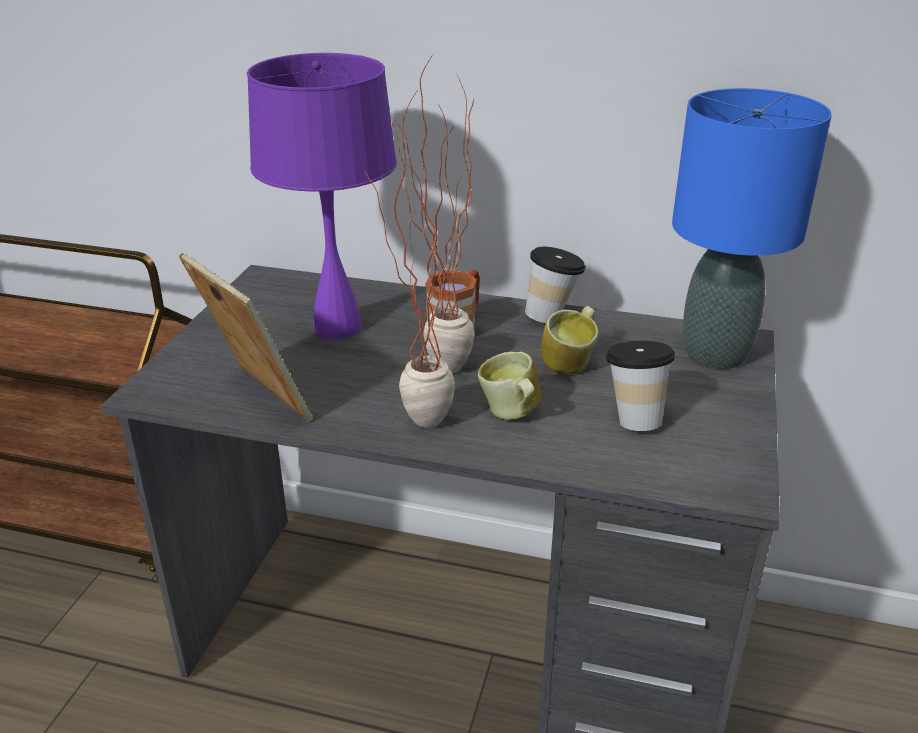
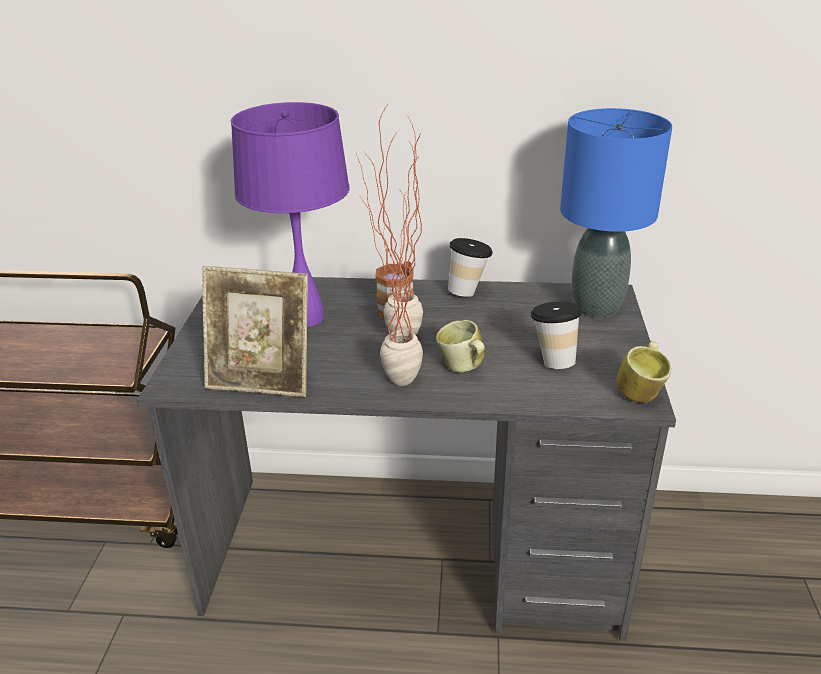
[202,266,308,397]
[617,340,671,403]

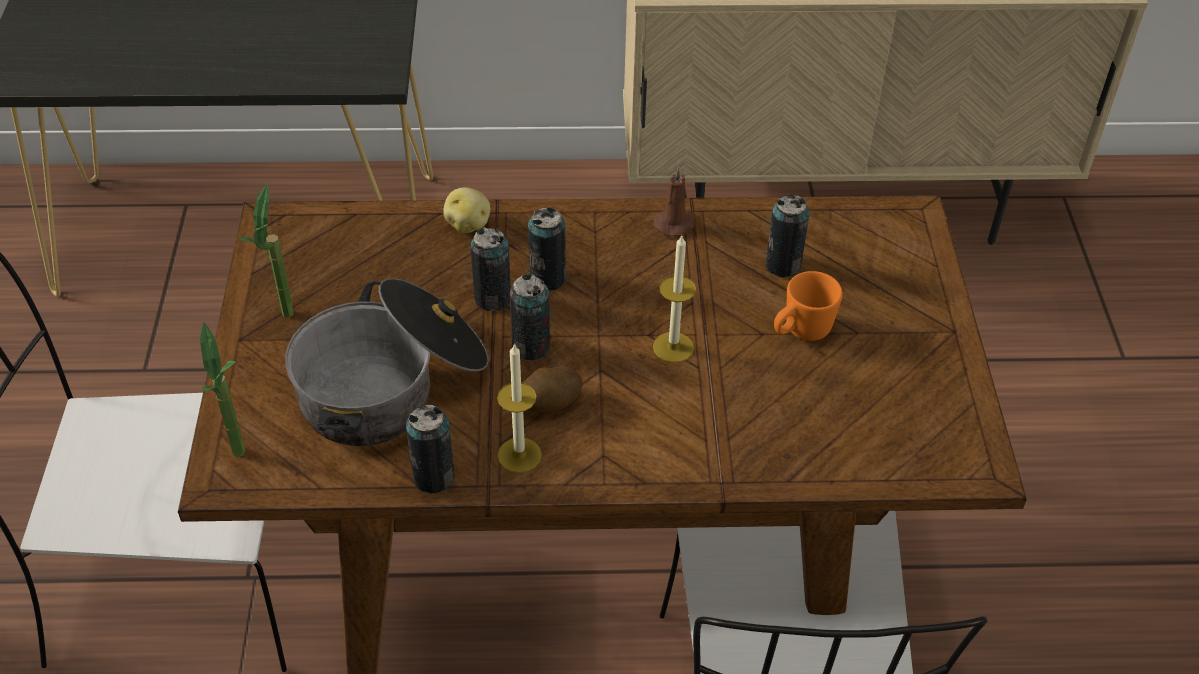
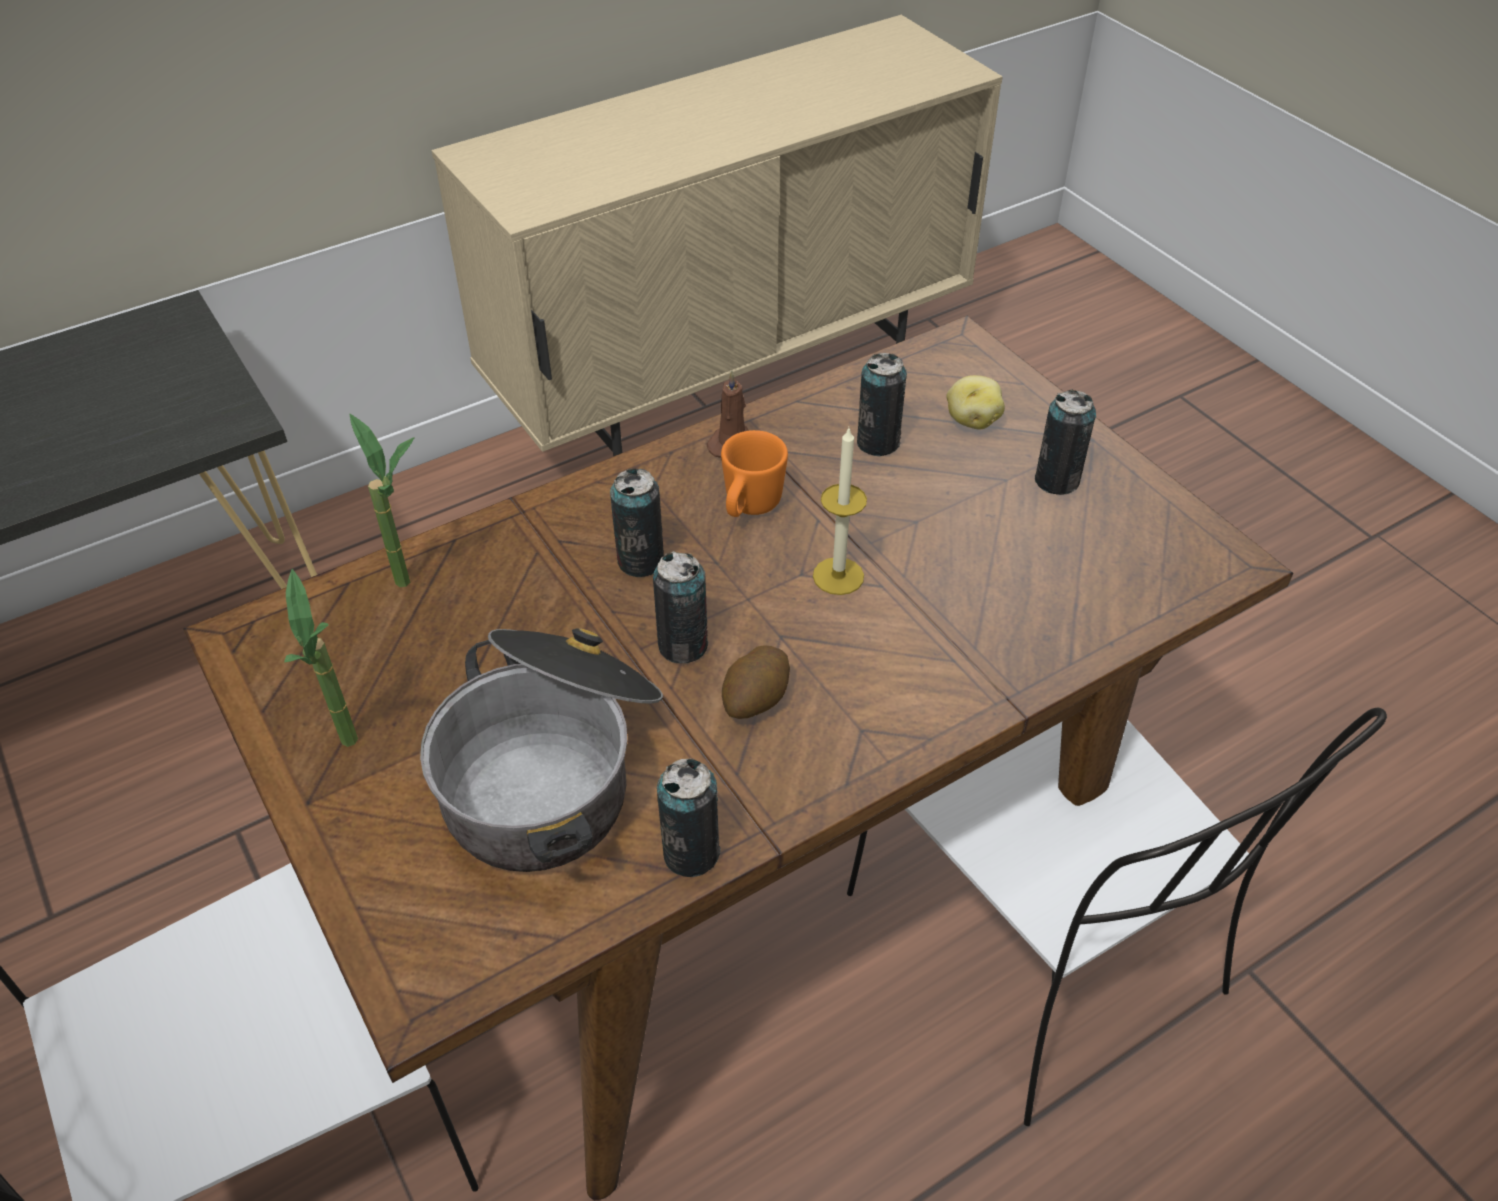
[349,414,415,587]
[721,430,788,517]
[946,375,1005,429]
[1035,389,1096,495]
[497,343,542,473] (first image)

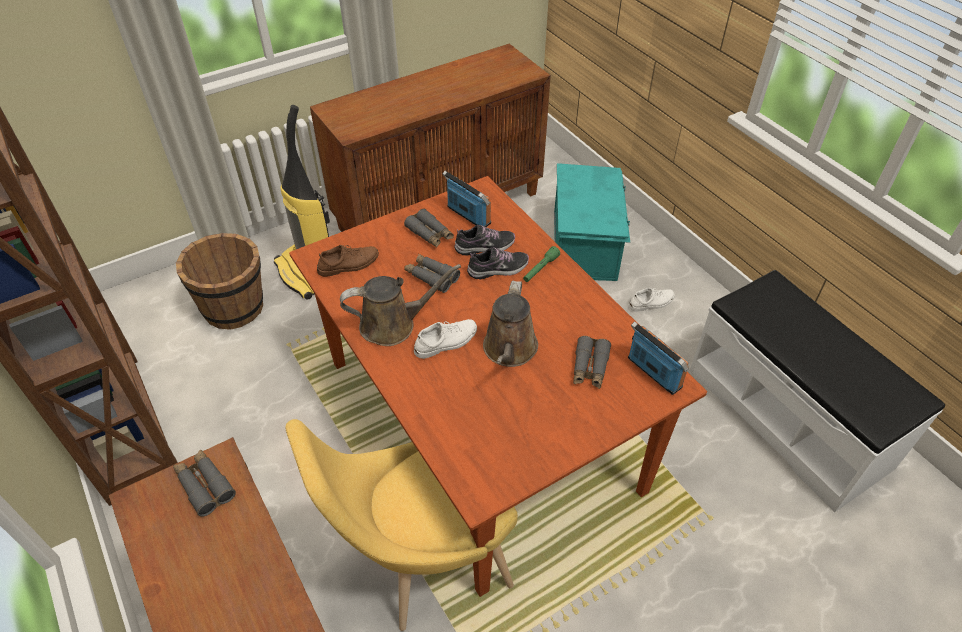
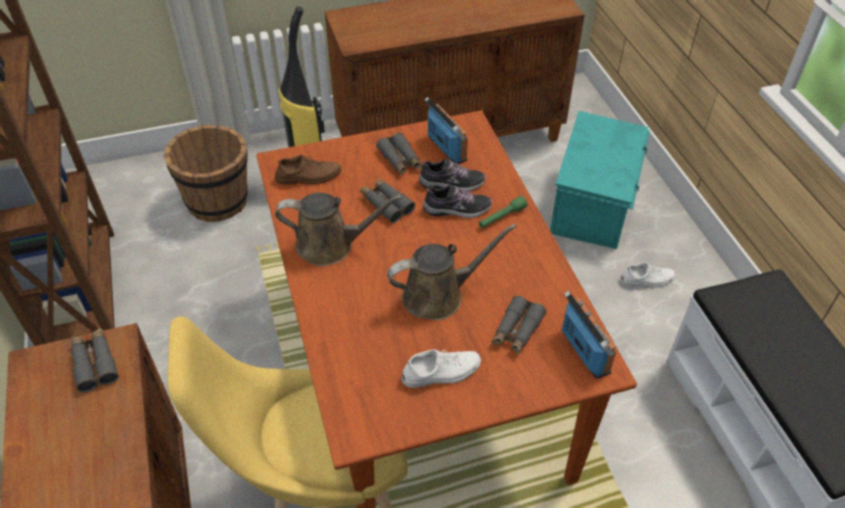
[387,224,517,320]
[402,349,481,388]

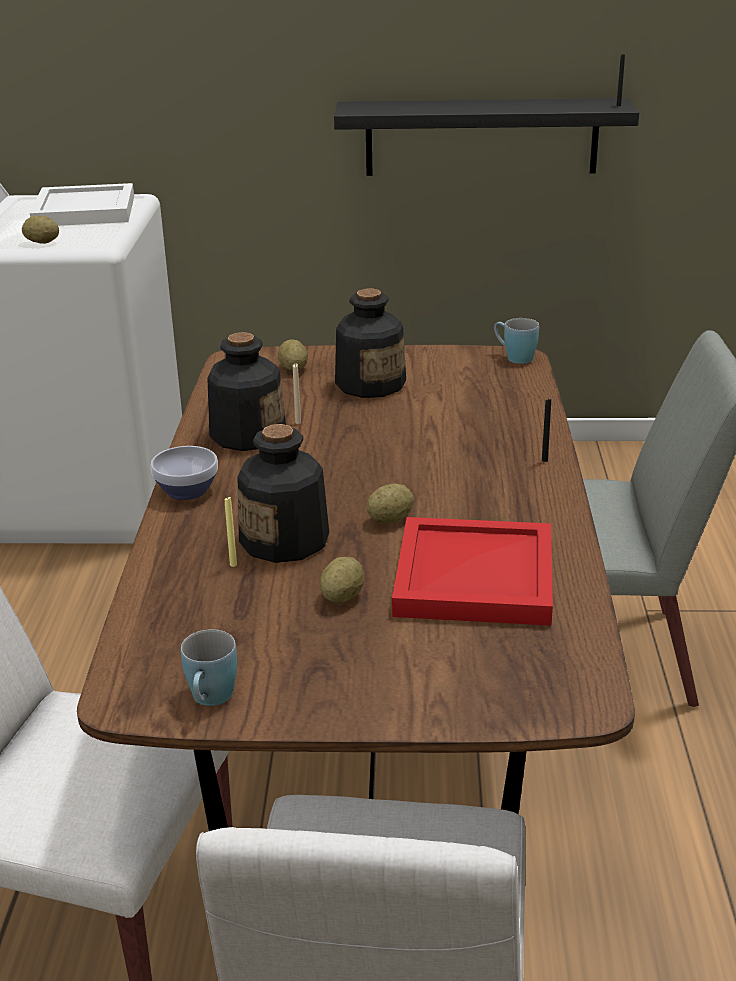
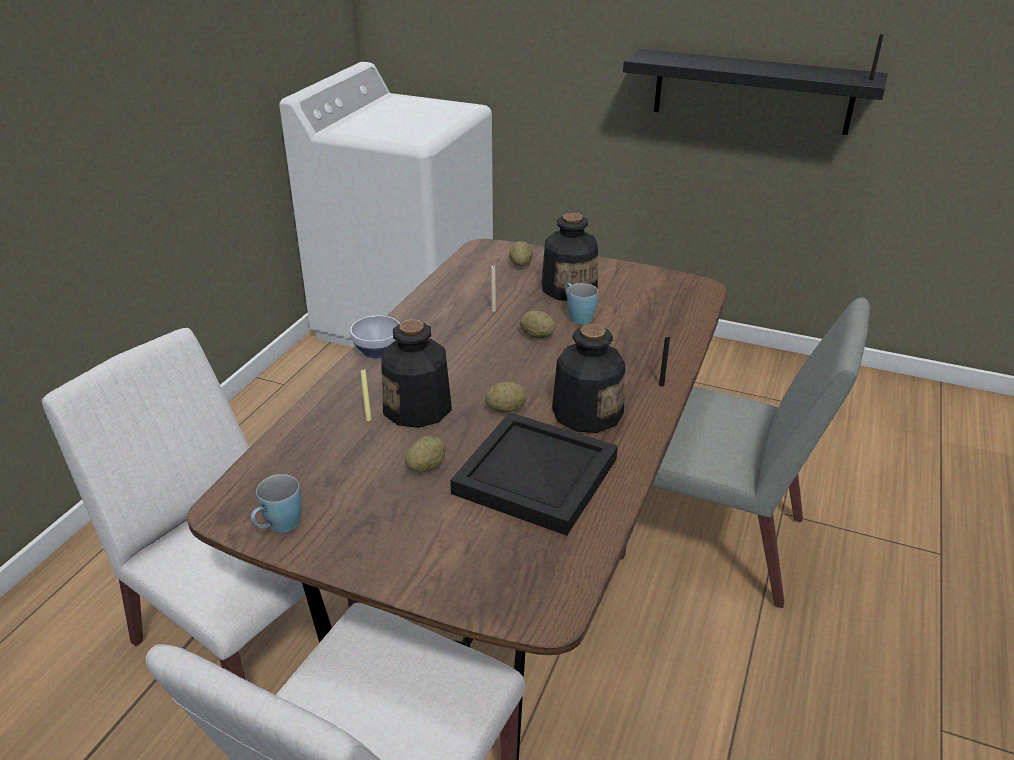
[450,412,618,536]
[520,311,555,338]
[552,324,625,433]
[565,283,598,325]
[30,183,134,226] (first image)

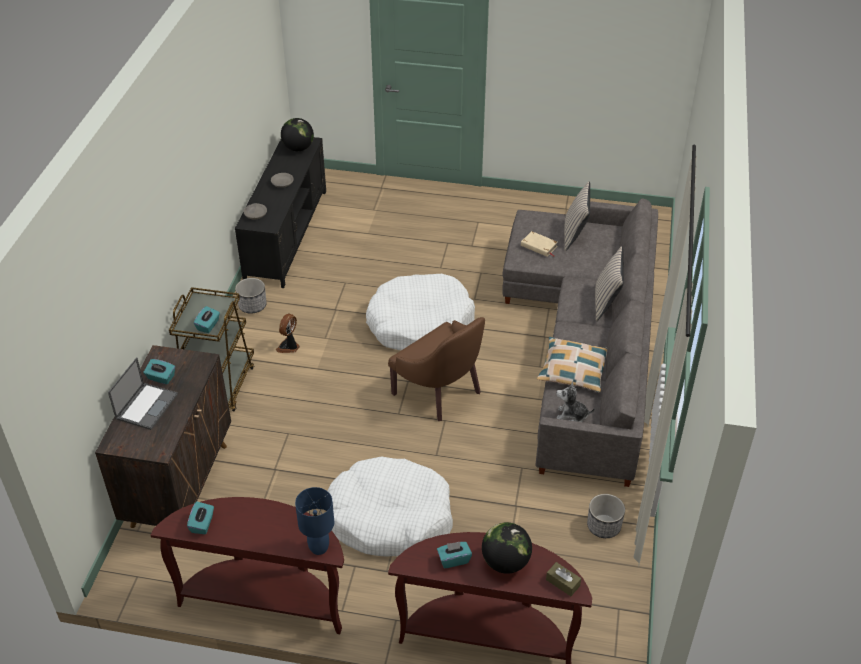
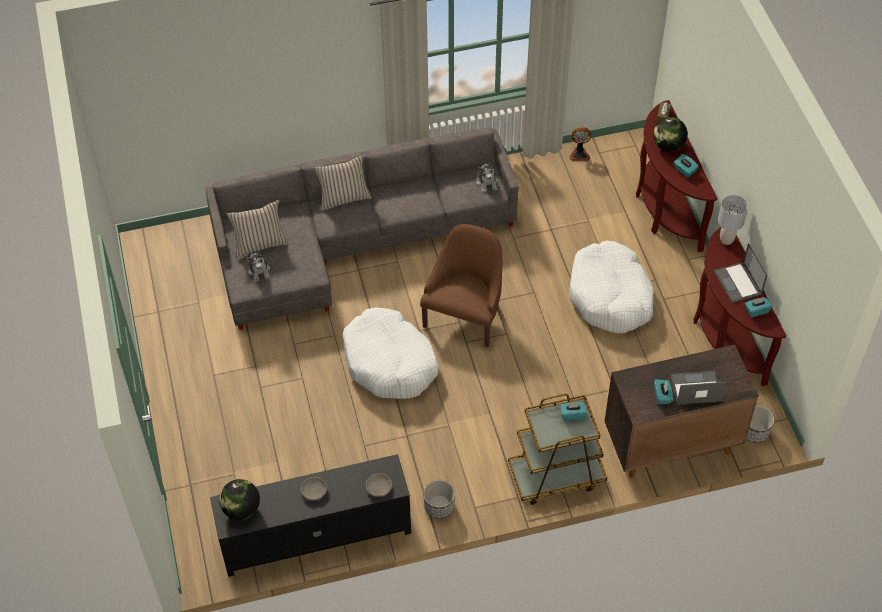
[246,250,270,282]
[569,127,591,161]
[714,243,767,303]
[718,195,748,245]
[746,405,774,443]
[521,231,558,257] (first image)
[537,337,607,393] (first image)

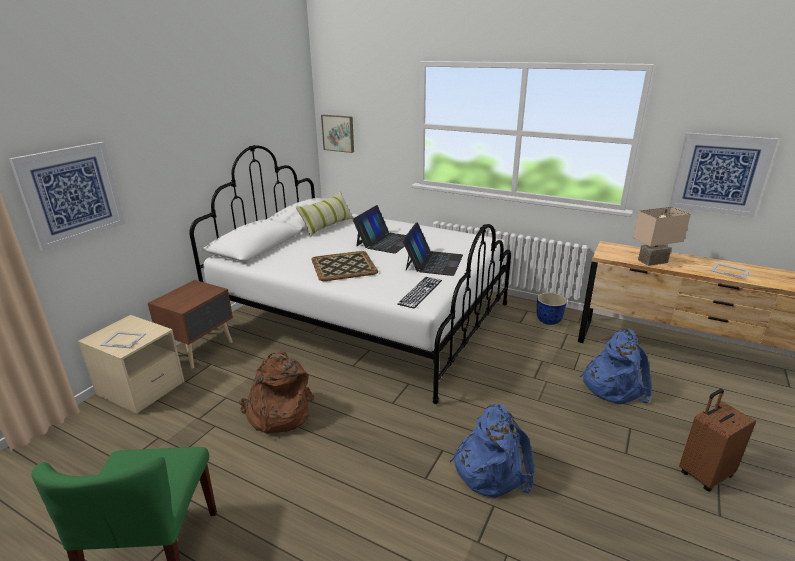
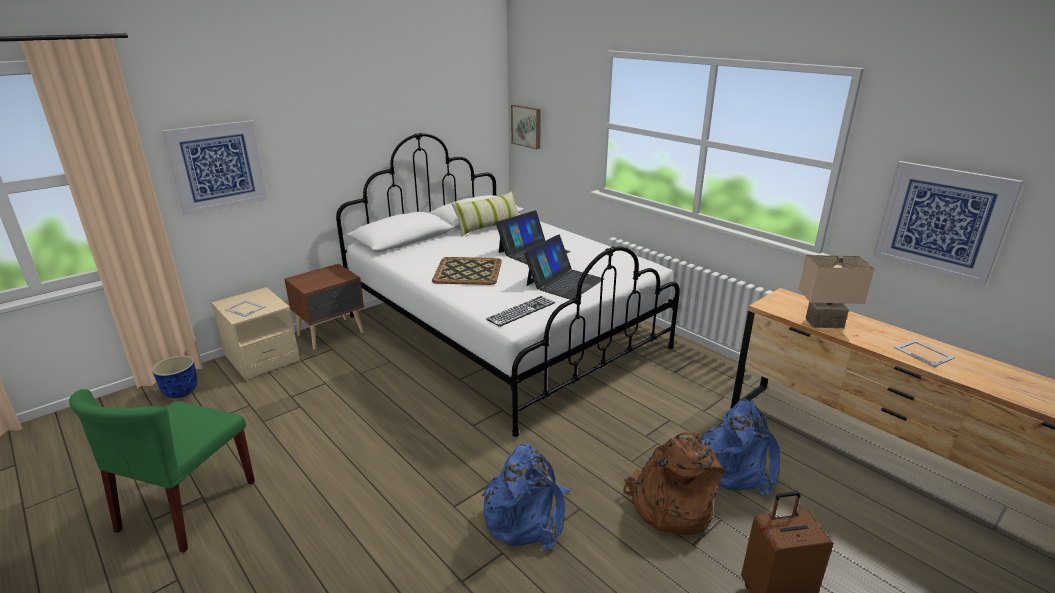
[152,355,197,398]
[624,432,724,535]

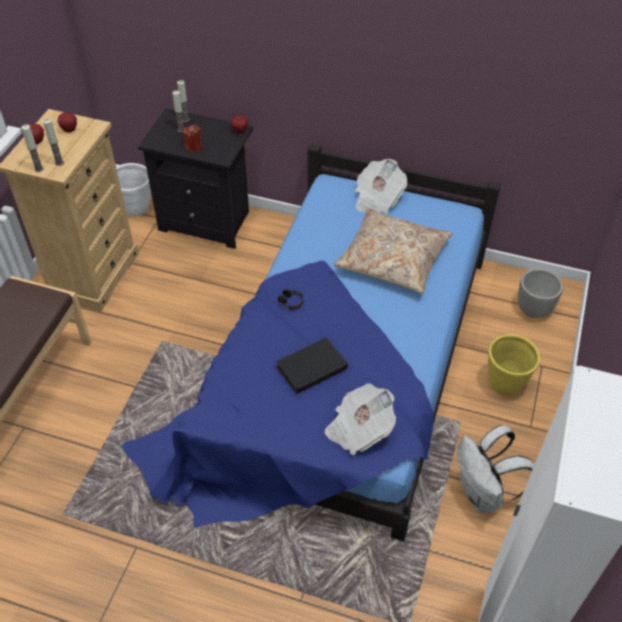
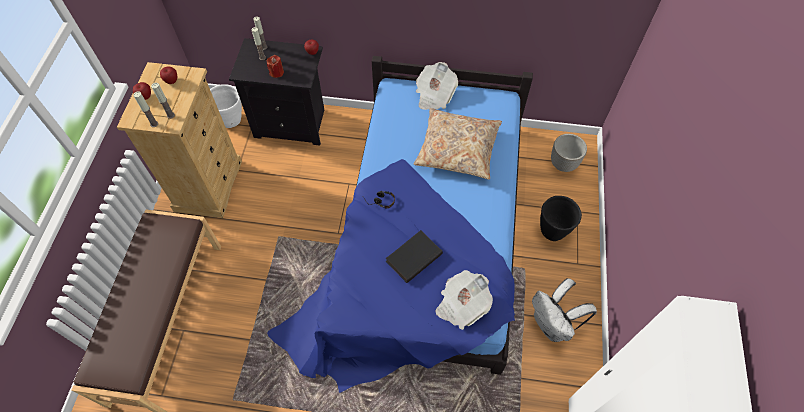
[540,196,582,241]

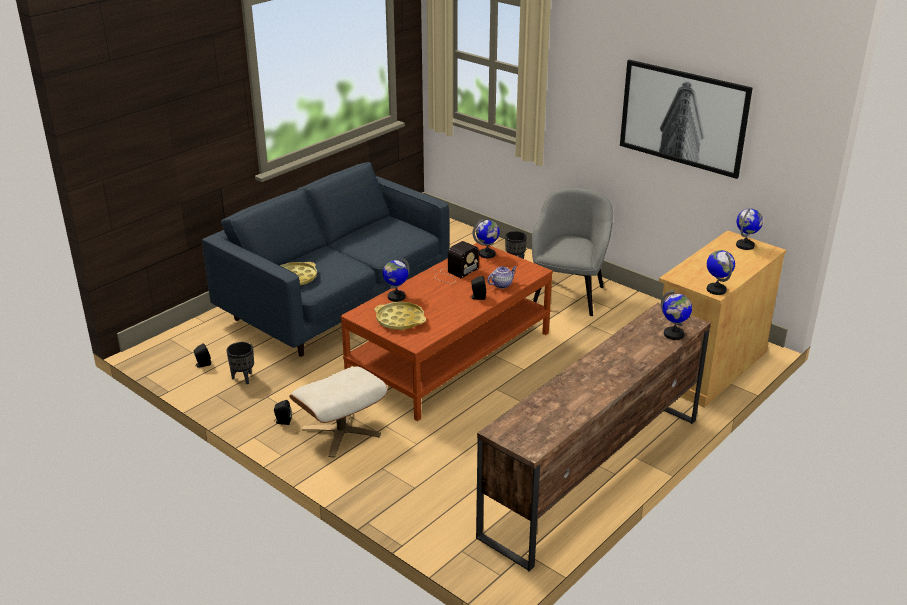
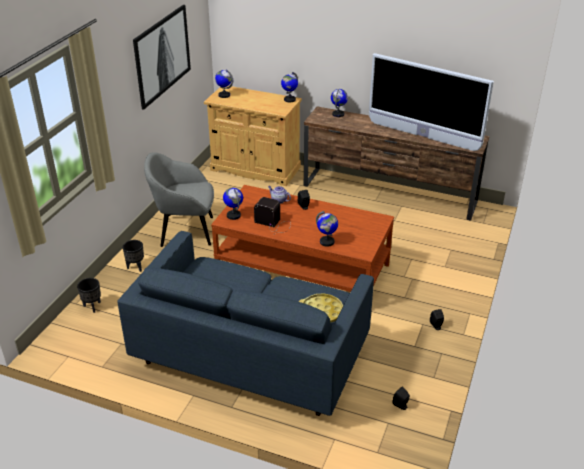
[77,278,101,313]
[369,53,494,151]
[289,366,388,458] (first image)
[374,302,426,330] (first image)

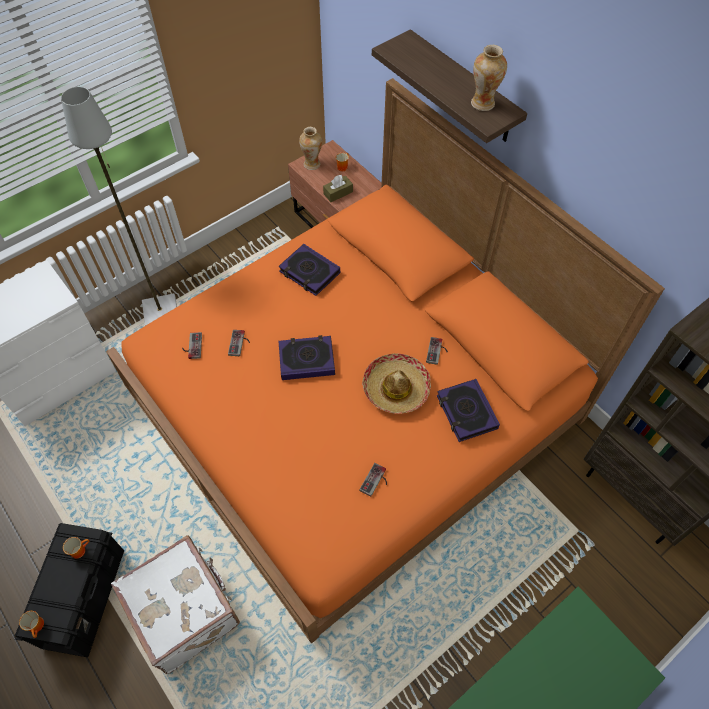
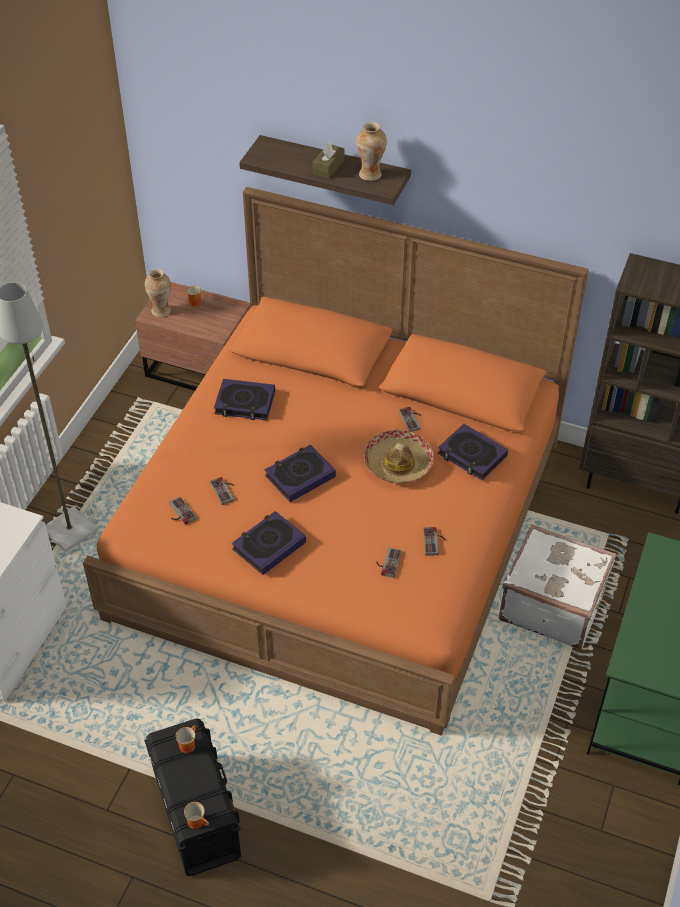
[232,511,306,575]
[313,141,345,178]
[376,548,401,578]
[499,524,616,650]

